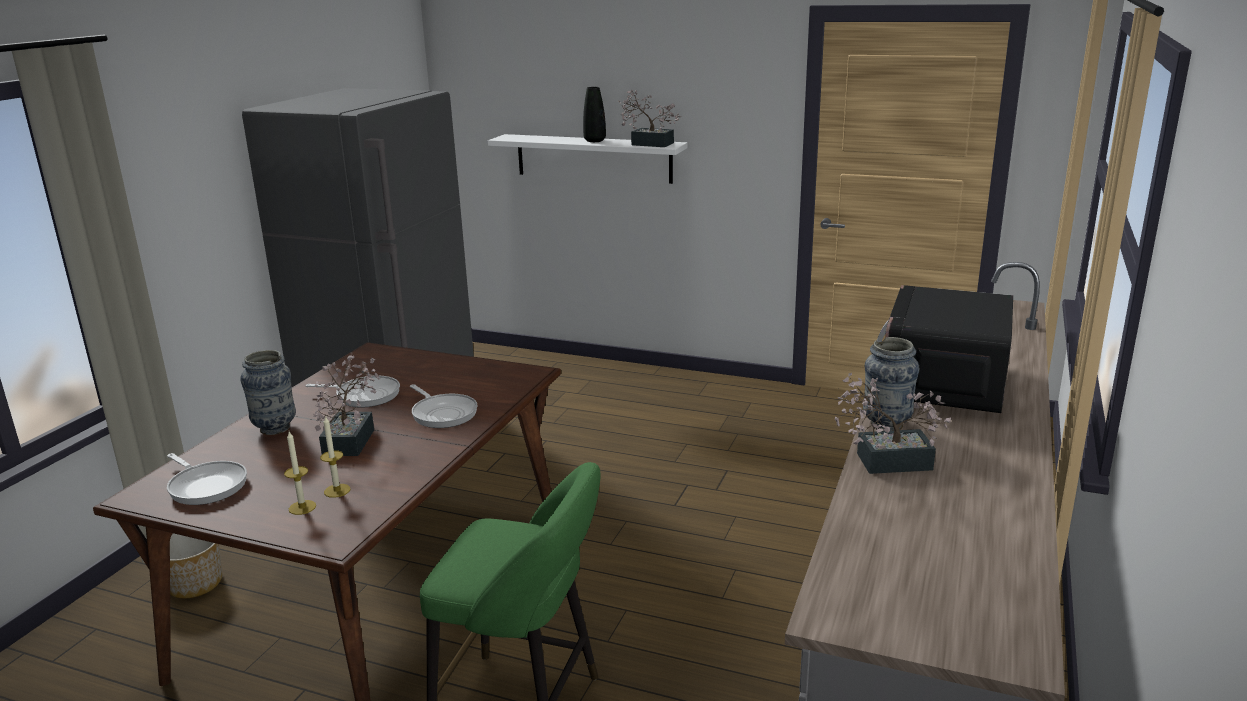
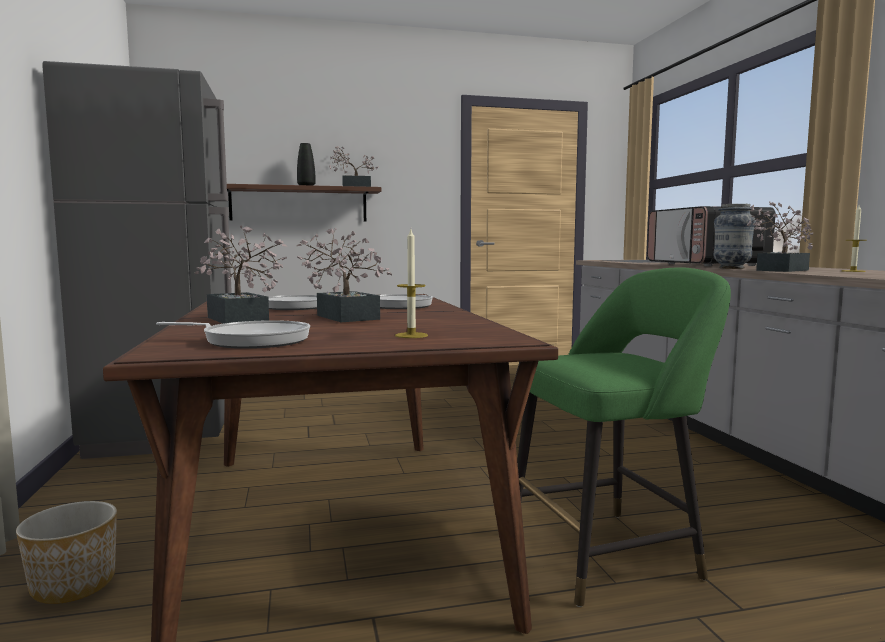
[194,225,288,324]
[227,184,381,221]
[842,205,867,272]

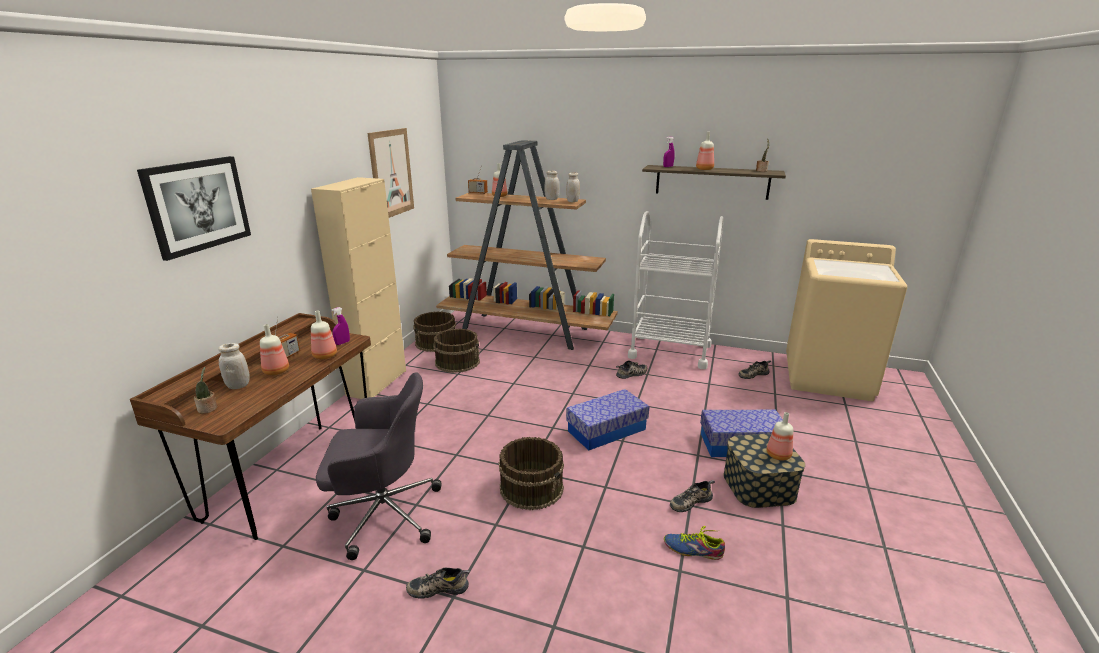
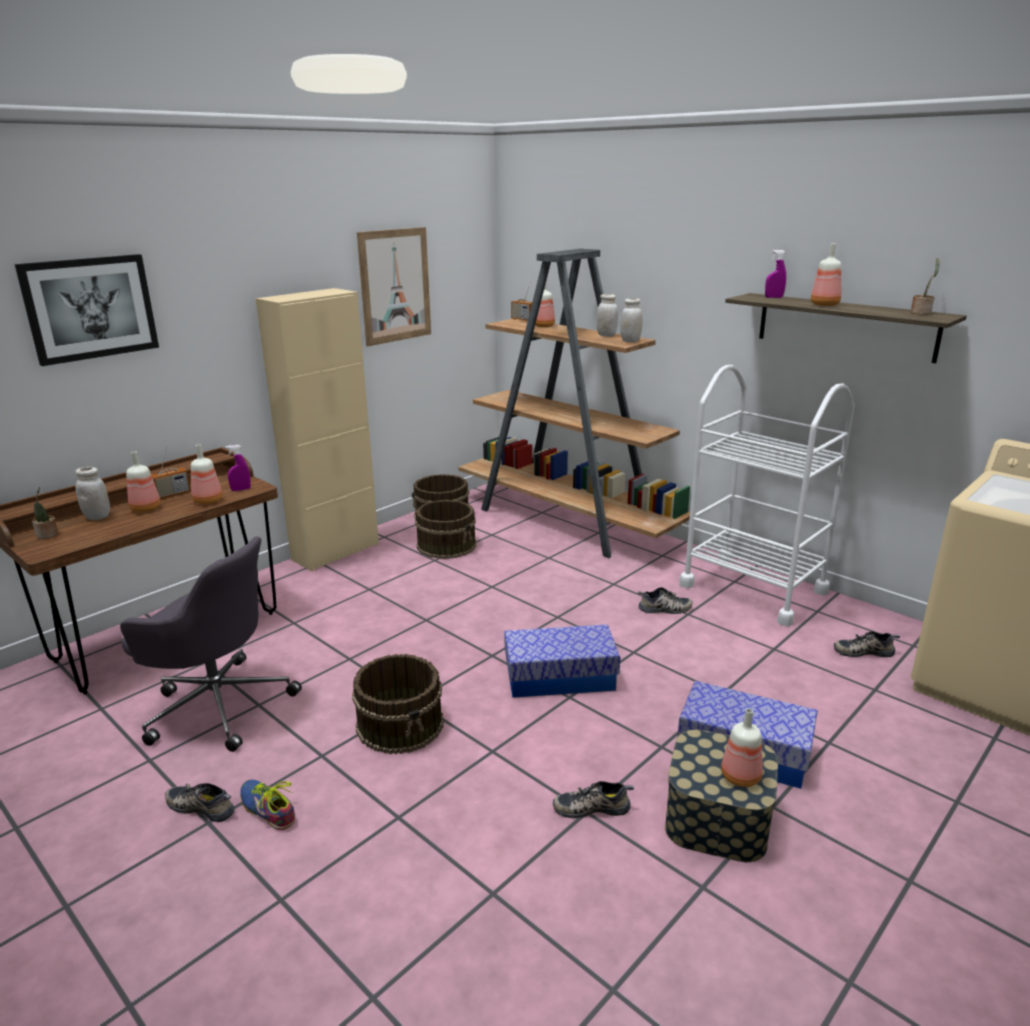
[240,779,295,830]

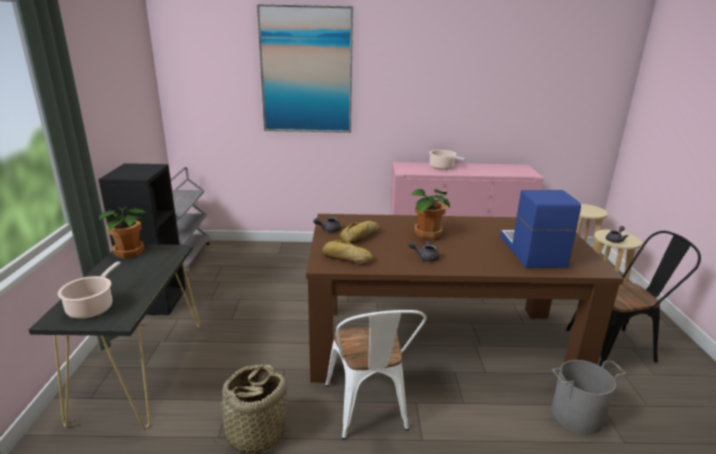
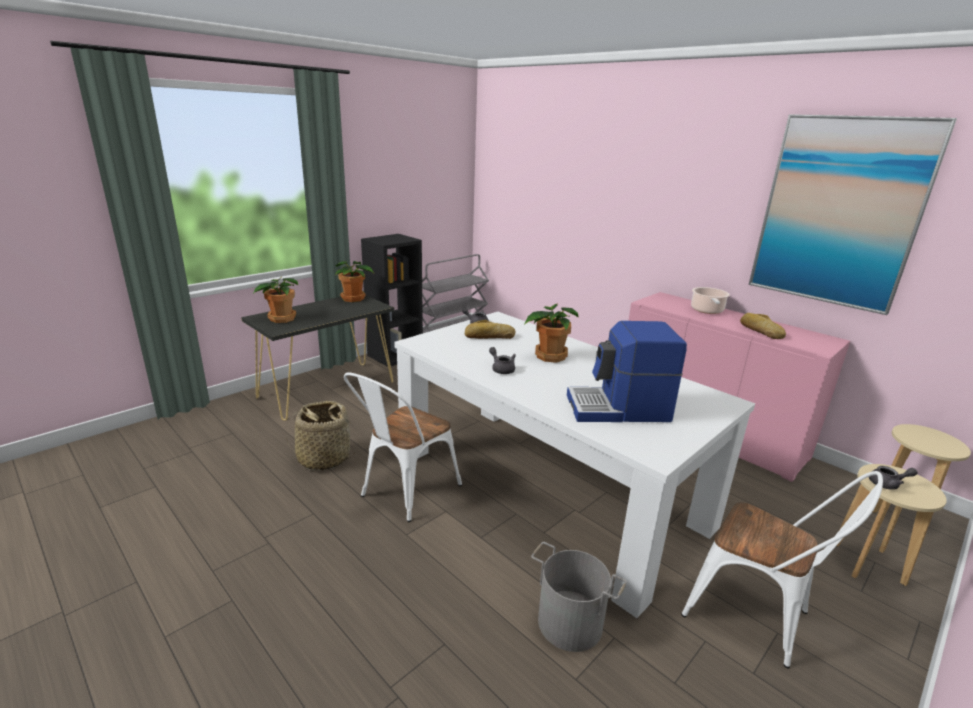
[253,277,298,323]
[394,312,755,618]
[567,321,687,422]
[681,471,883,669]
[740,313,786,339]
[749,114,957,315]

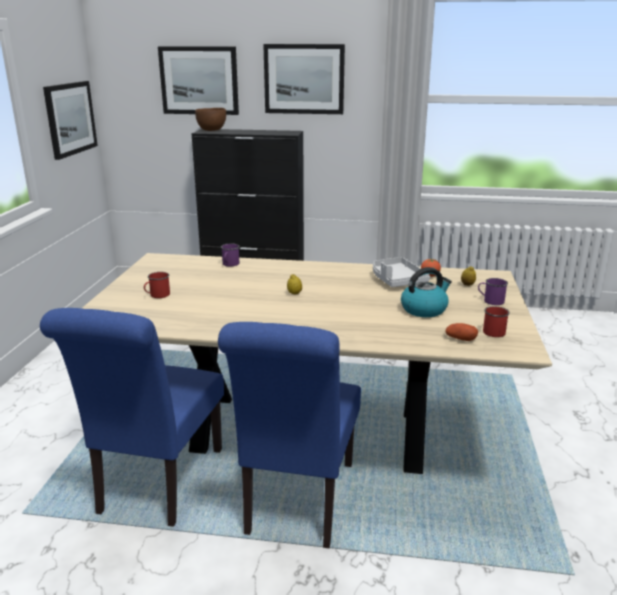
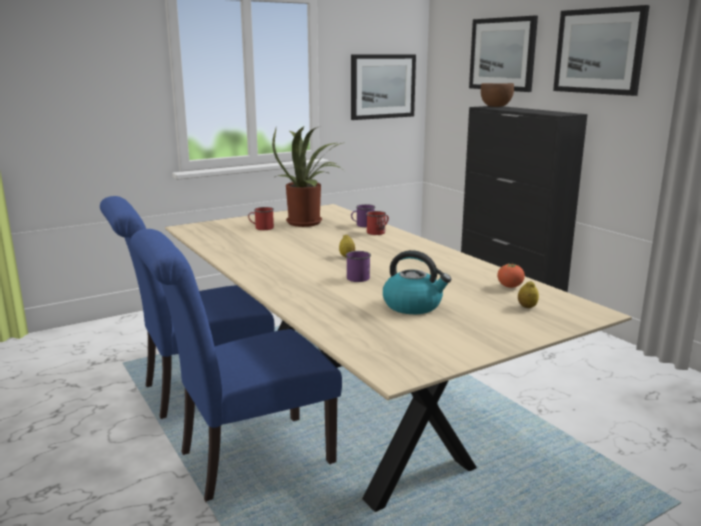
[272,126,342,227]
[346,251,371,282]
[366,211,389,235]
[373,257,430,287] (first image)
[446,323,478,341] (first image)

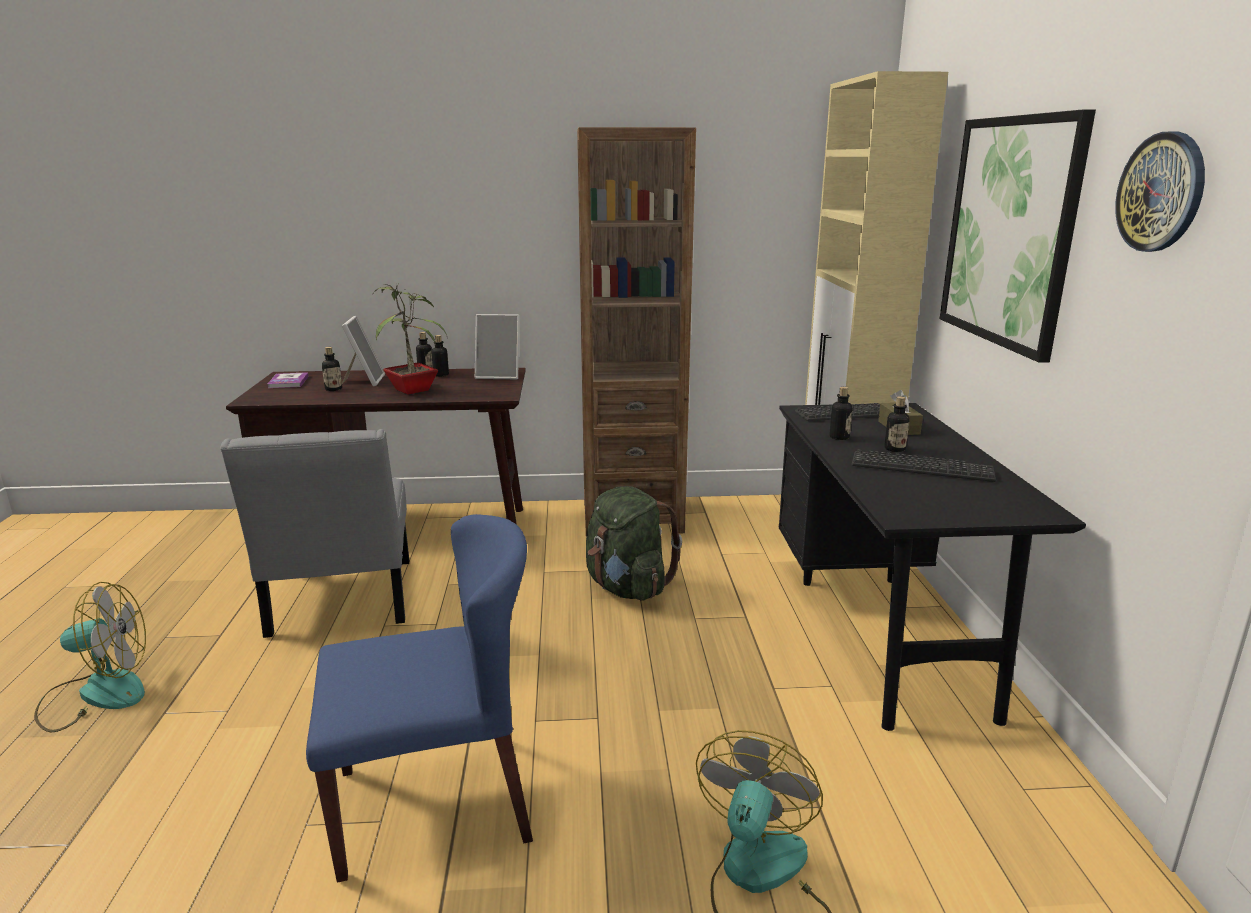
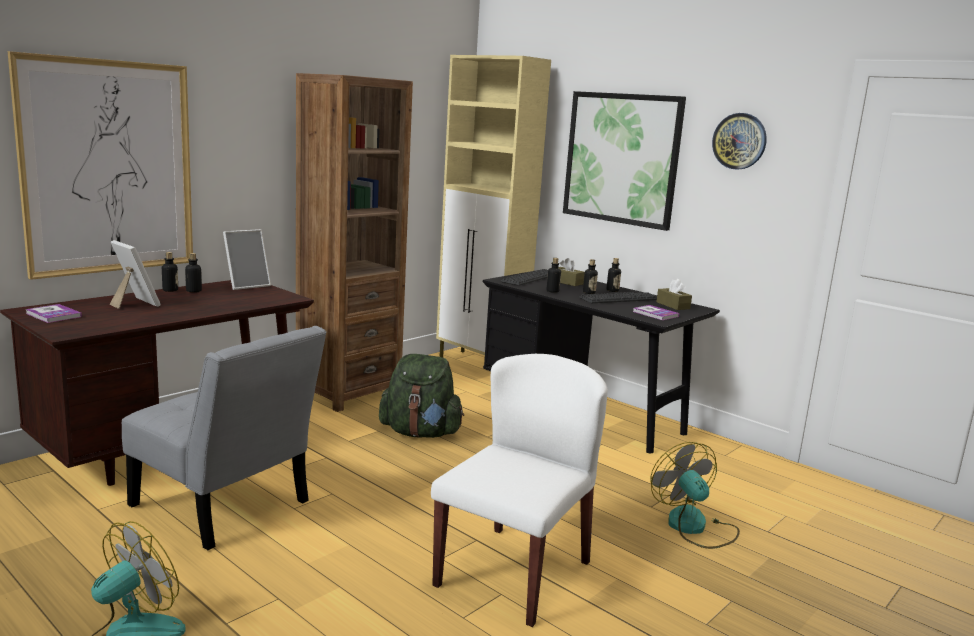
[7,51,193,280]
[431,354,608,627]
[607,258,621,292]
[633,305,679,320]
[656,279,692,310]
[373,282,447,395] (first image)

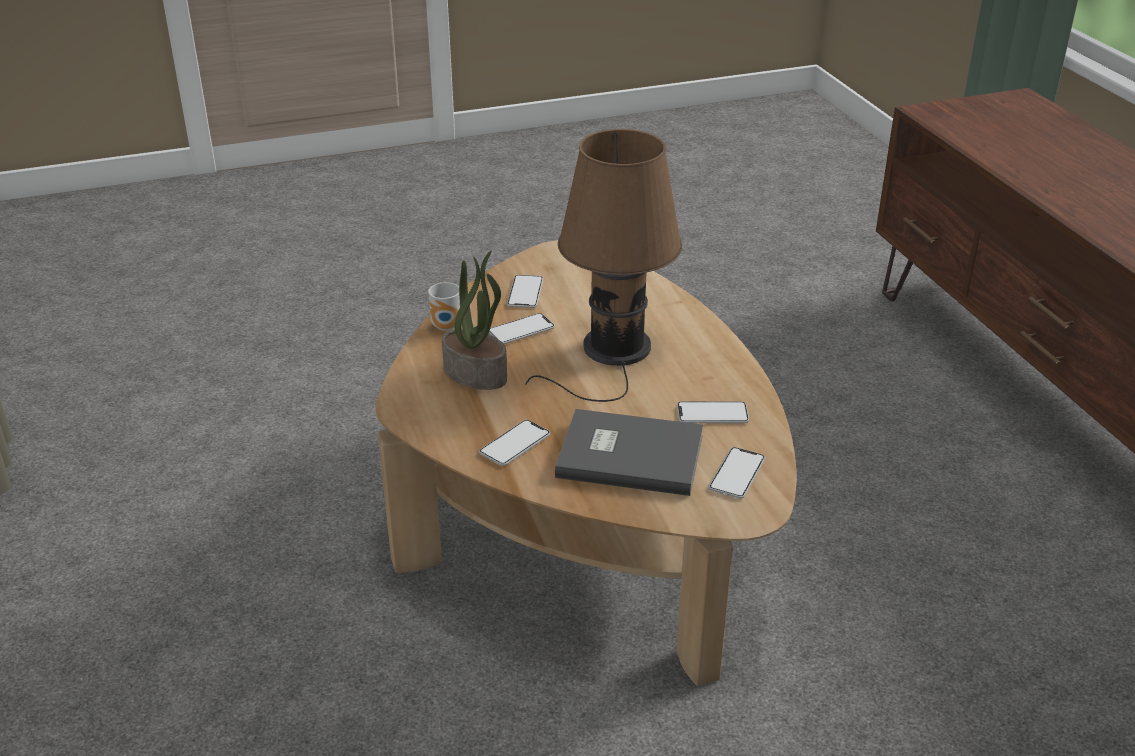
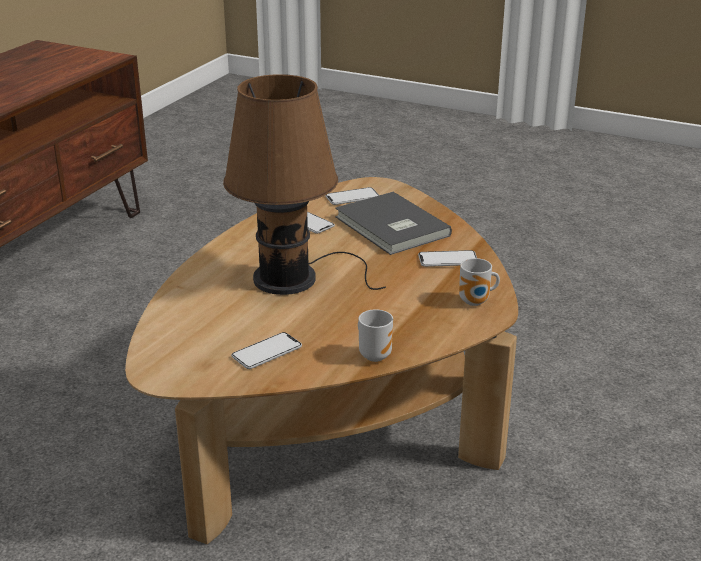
[459,258,500,306]
[442,251,507,390] (first image)
[489,313,555,344] (first image)

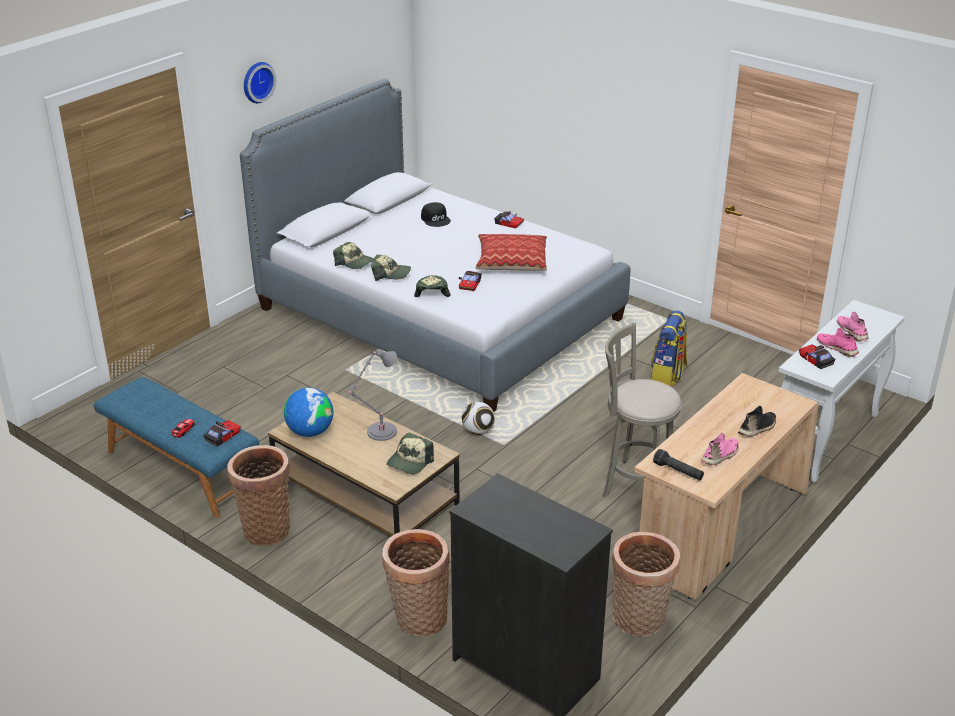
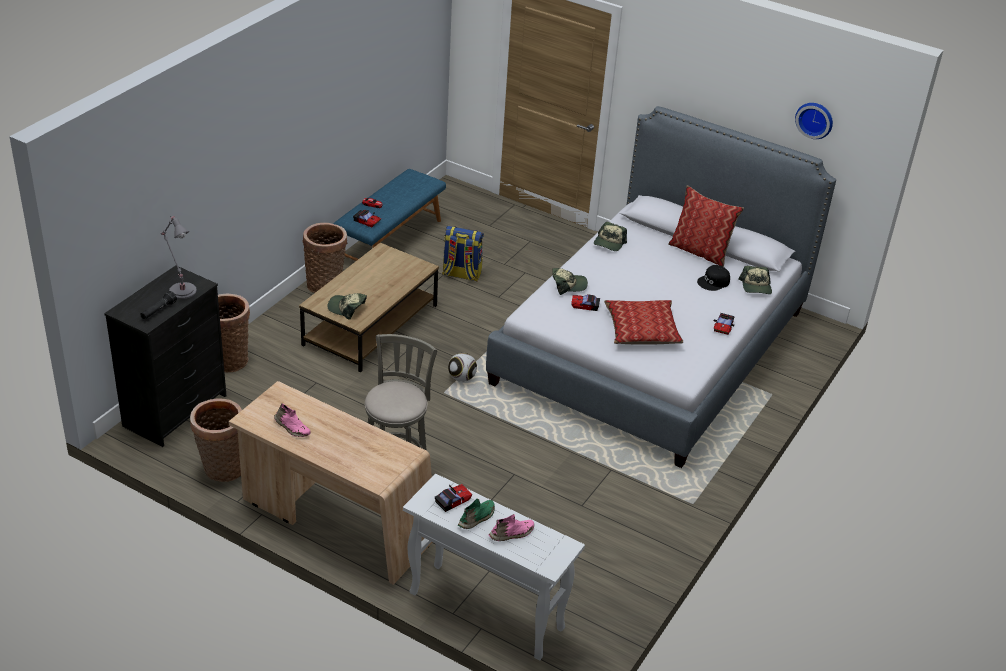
[140,291,177,319]
[161,216,197,299]
[442,226,484,281]
[458,498,495,529]
[668,185,744,267]
[739,266,772,294]
[795,103,833,139]
[284,388,333,437] (first image)
[738,406,776,436] (first image)

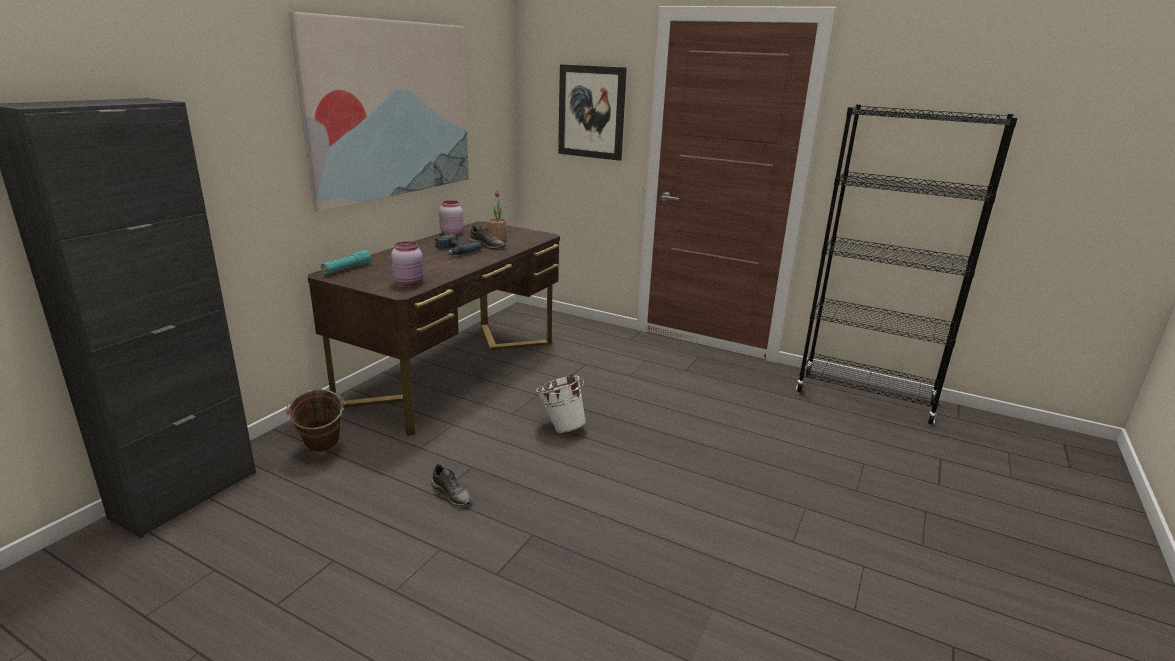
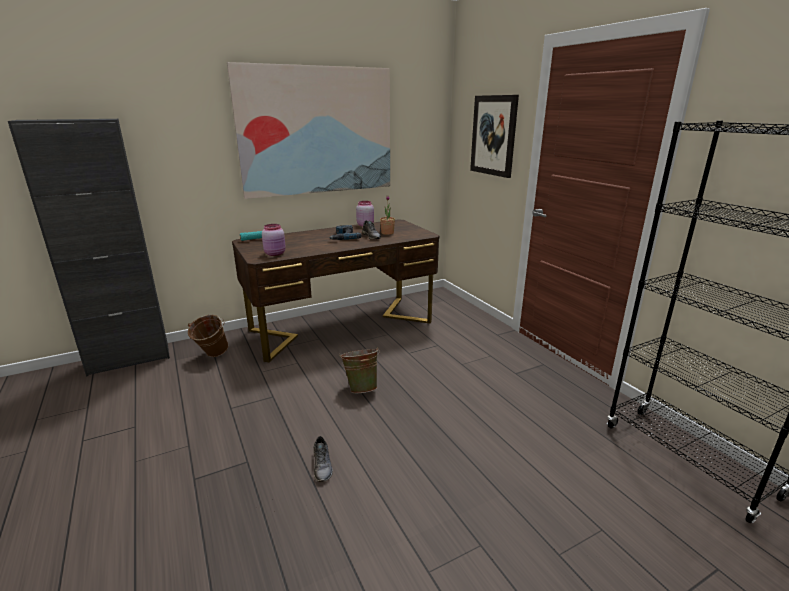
[314,436,333,482]
[339,347,380,393]

